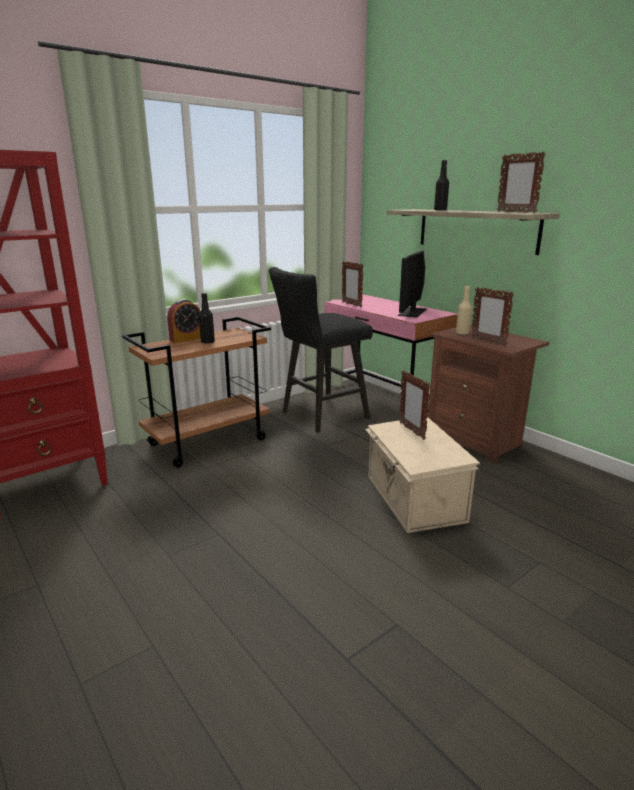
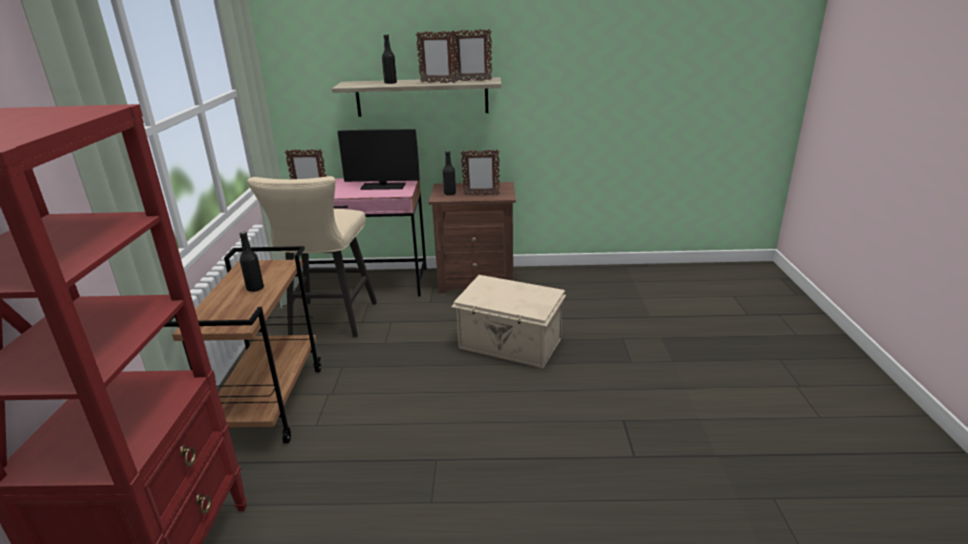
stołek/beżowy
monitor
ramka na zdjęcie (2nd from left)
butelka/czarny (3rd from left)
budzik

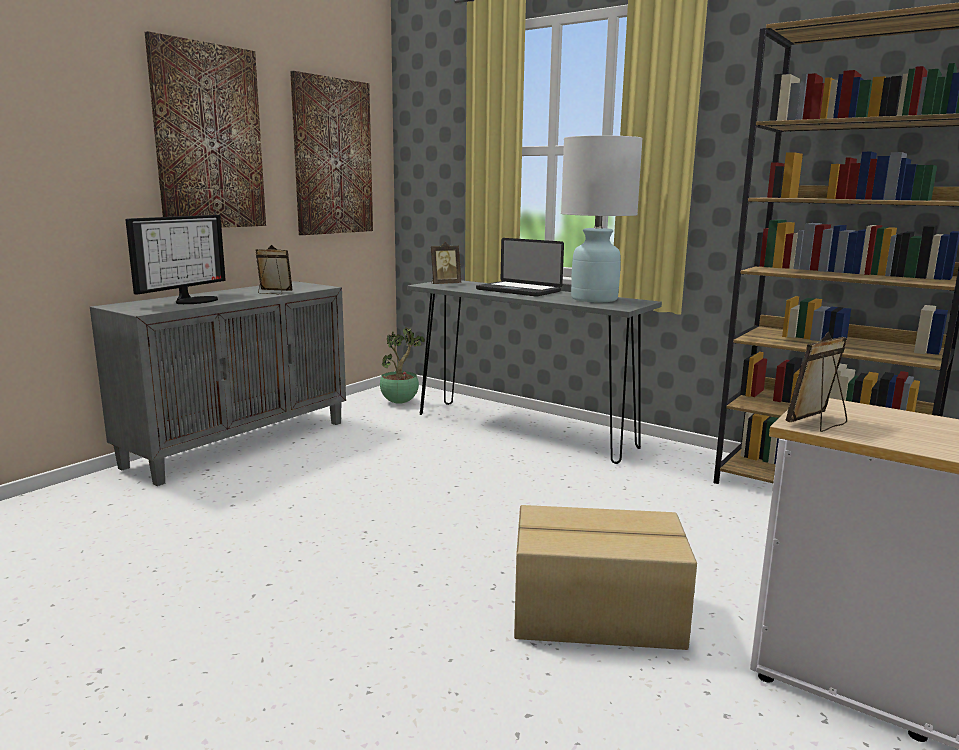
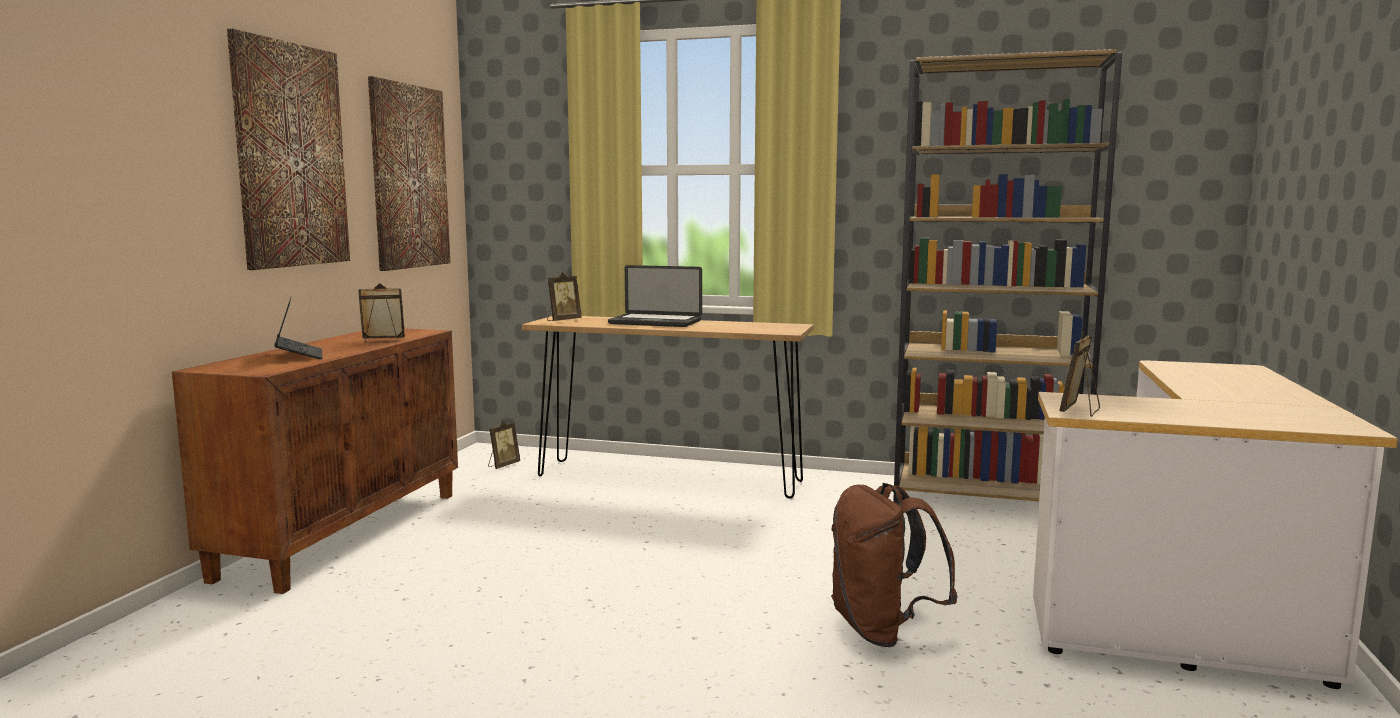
szafka/brązowy
laptop (1st from left)
ramka na zdjęcie (2nd from left)
stolik konsolowy/brązowy
plecak/brązowy
lampa stołowa/biały

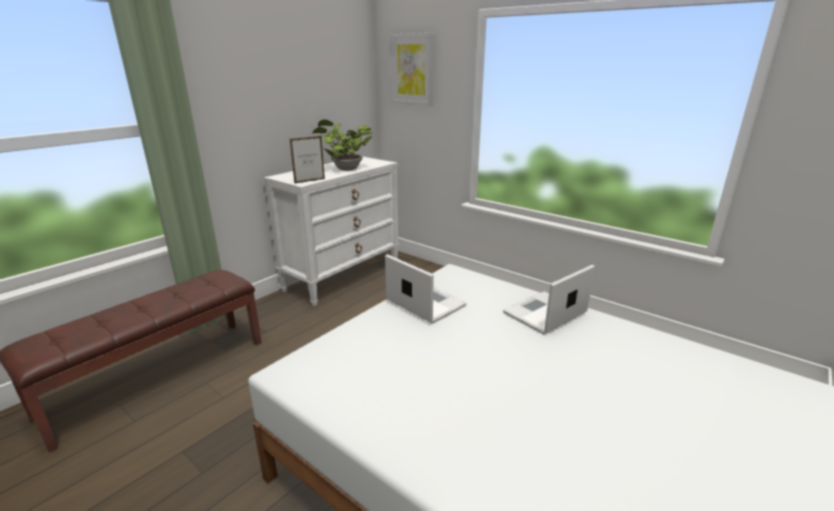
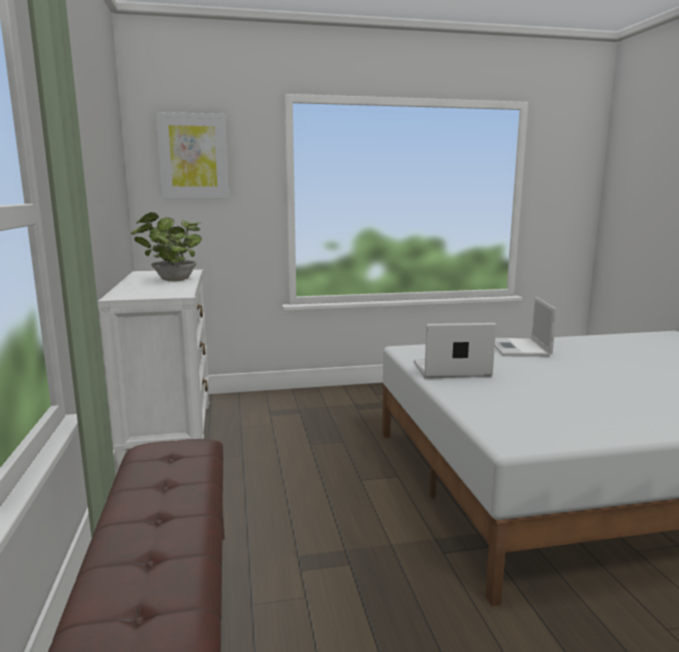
ramka na zdjęcie

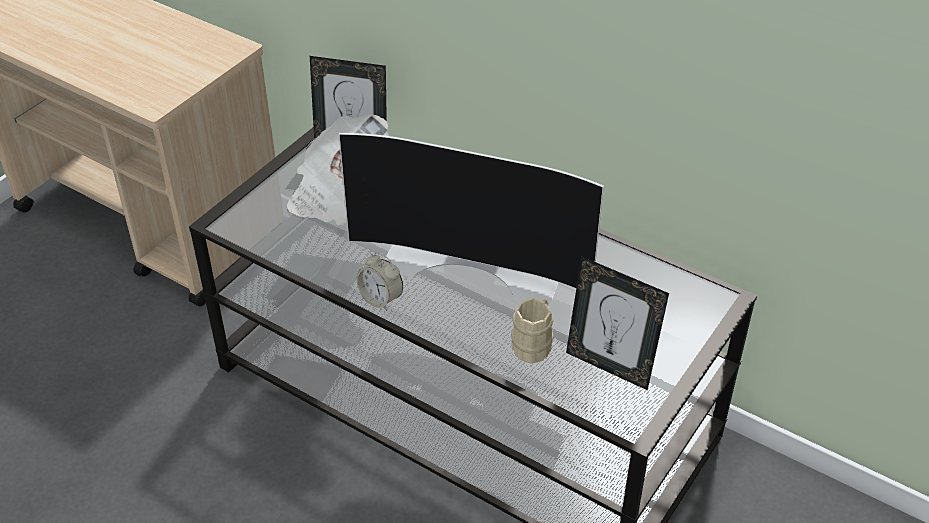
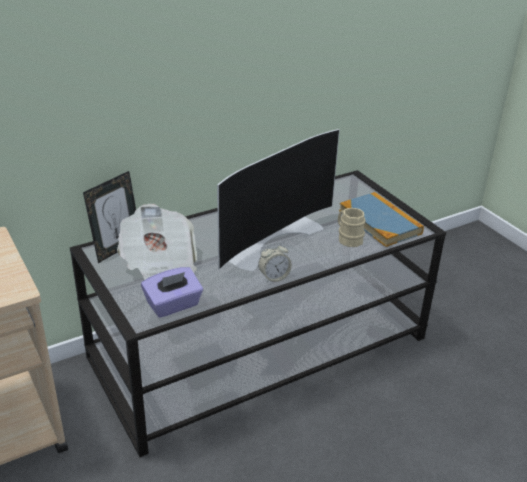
pudełko chusteczek/fioletowy
książka

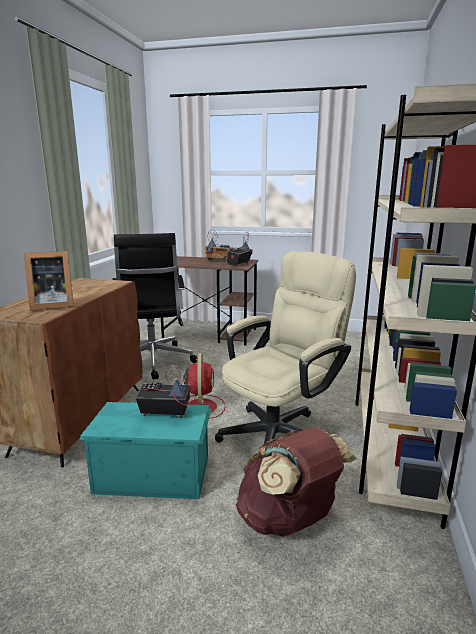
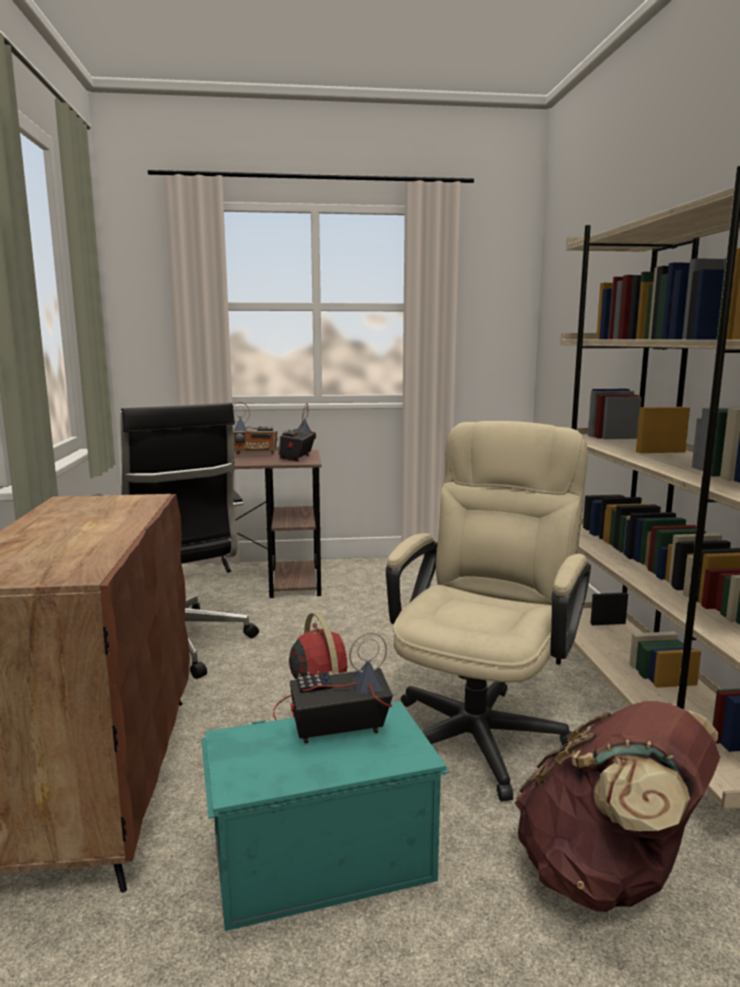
ramka na zdjęcie

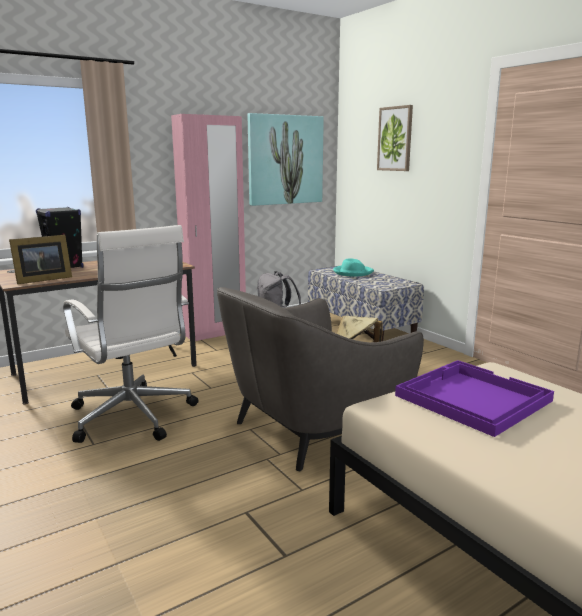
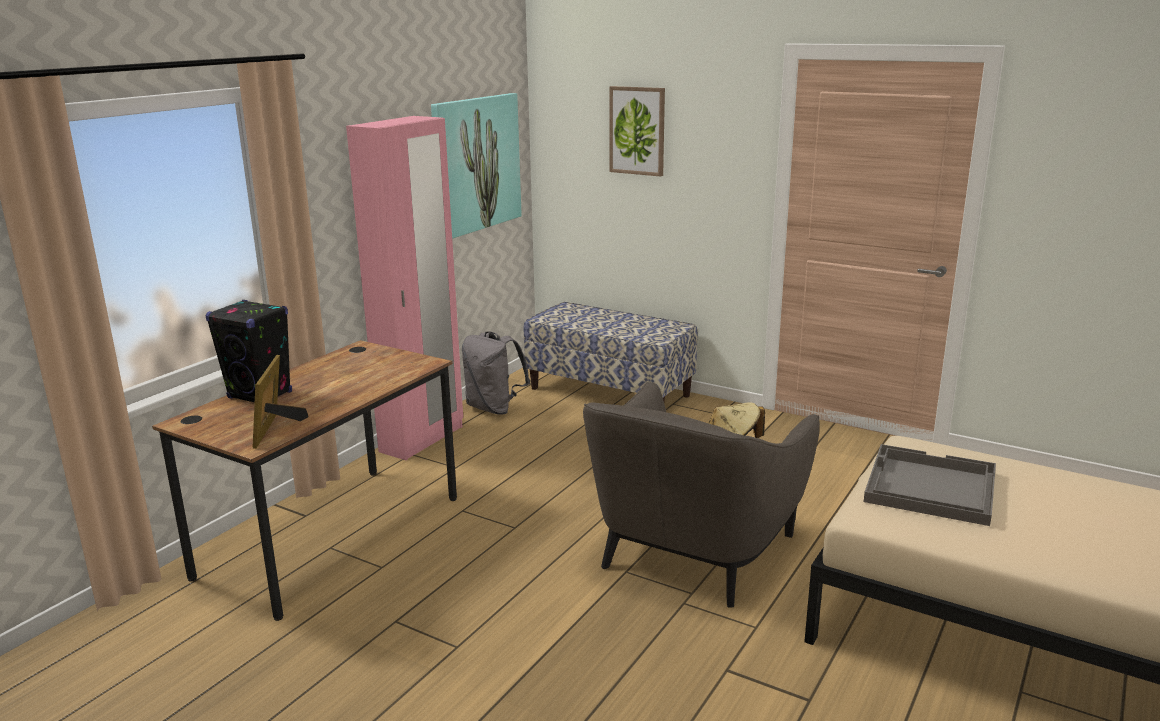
ramka na zdjęcie
taca/szary
krzesło biurowe/biały
kapelusz/turkusowy

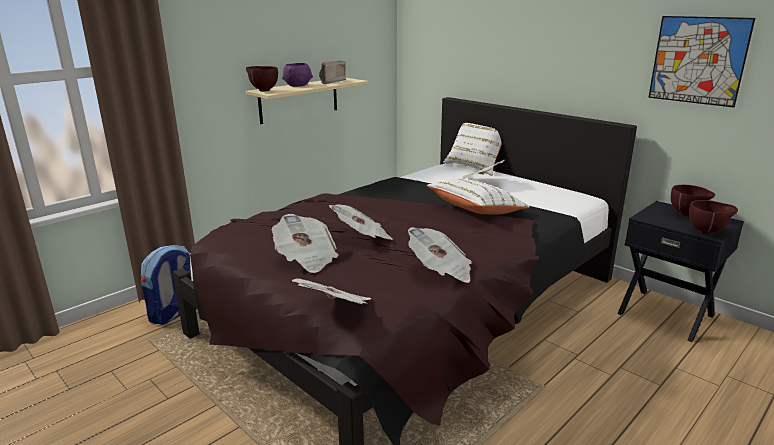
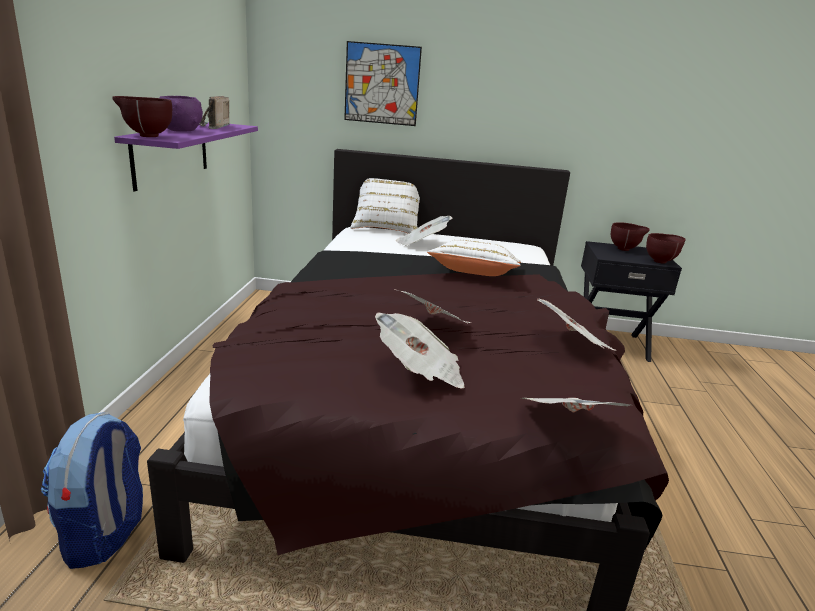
półka/fioletowy
obraz

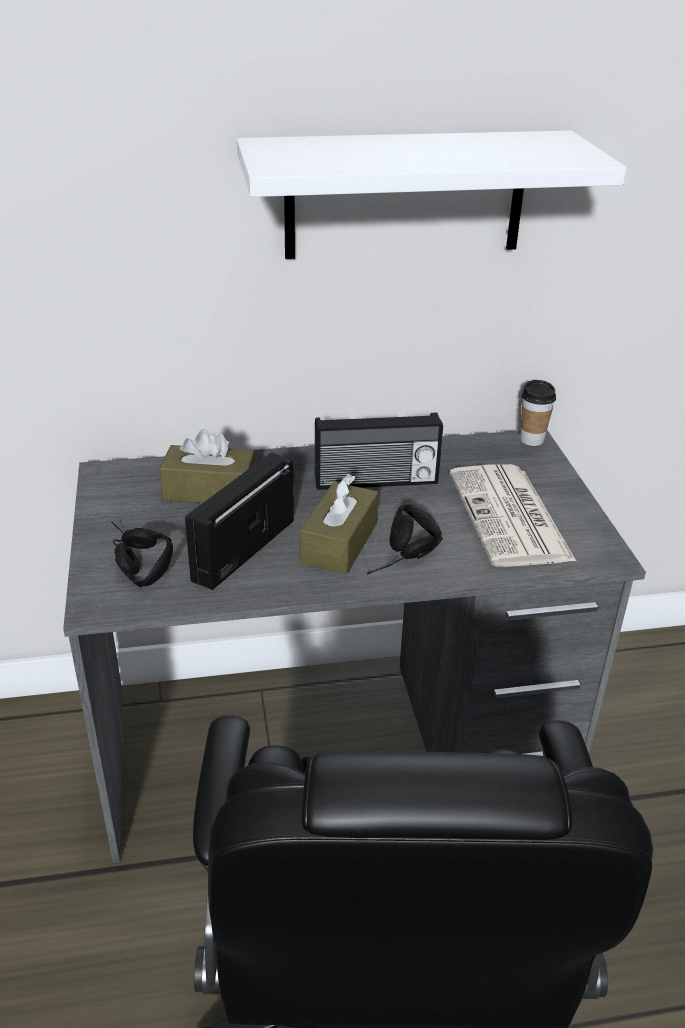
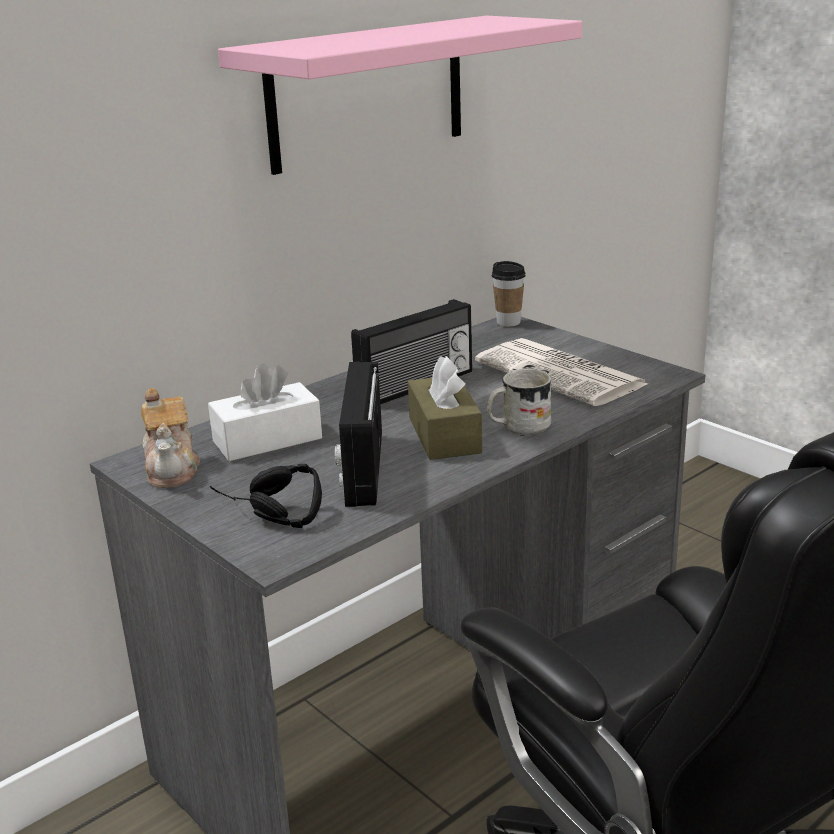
imbryk
pudełko chusteczek/biały
półka/różowy
kubek/biały

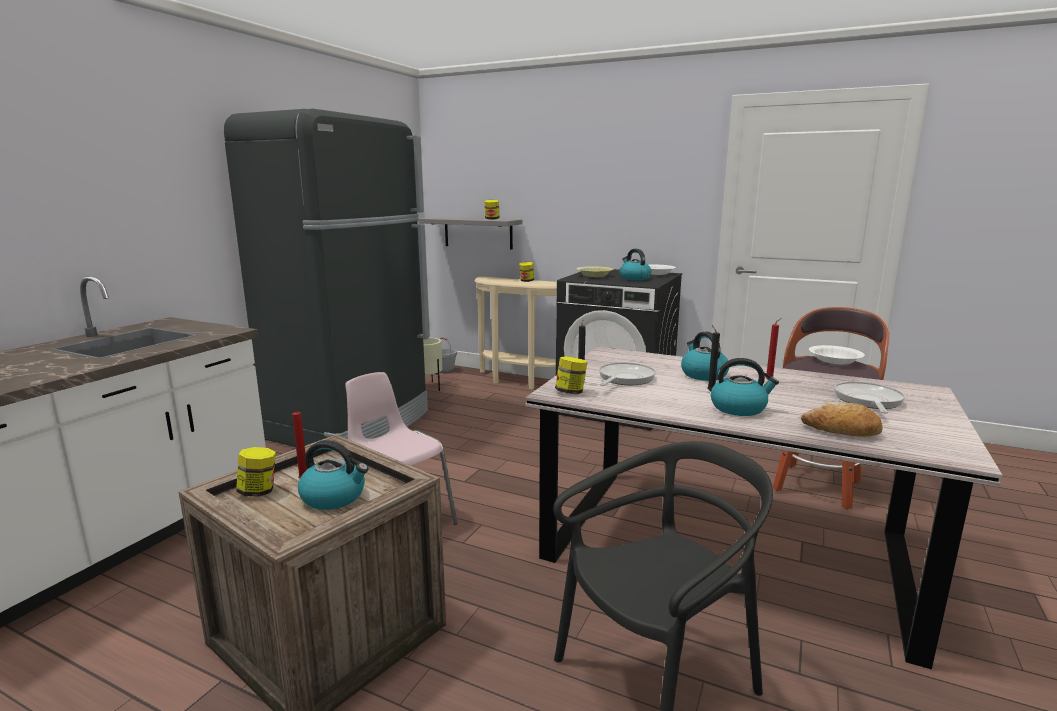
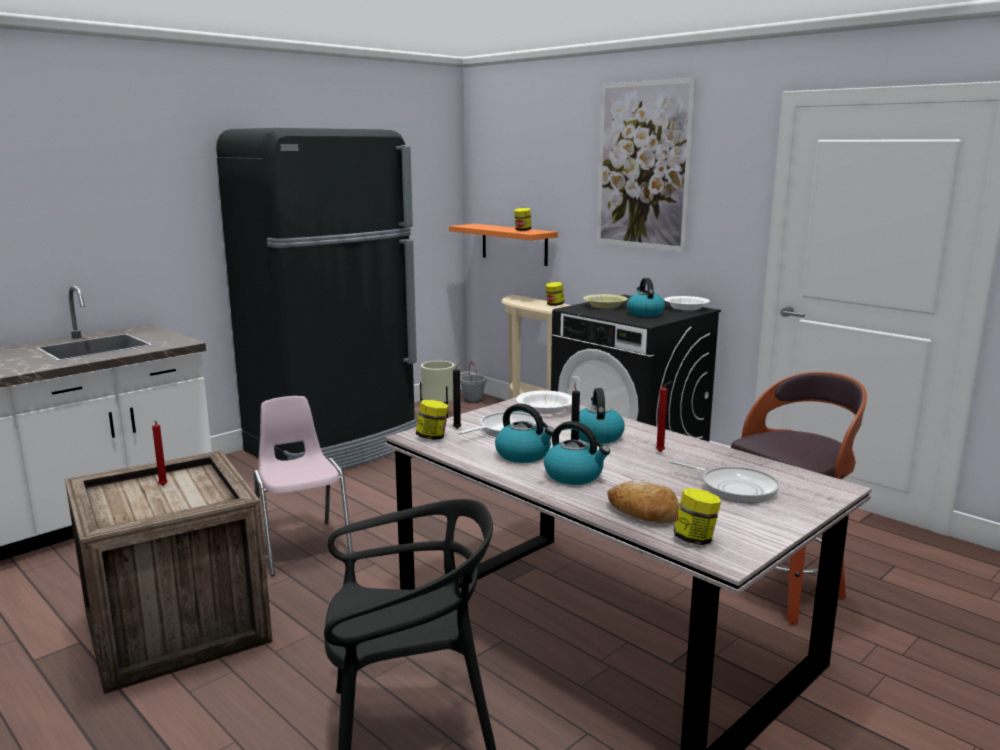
półka/pomarańczowy
czajnik (1st from left)
miska/biały (1st from left)
obraz
patelnia (2nd from left)
słoik (4th from left)

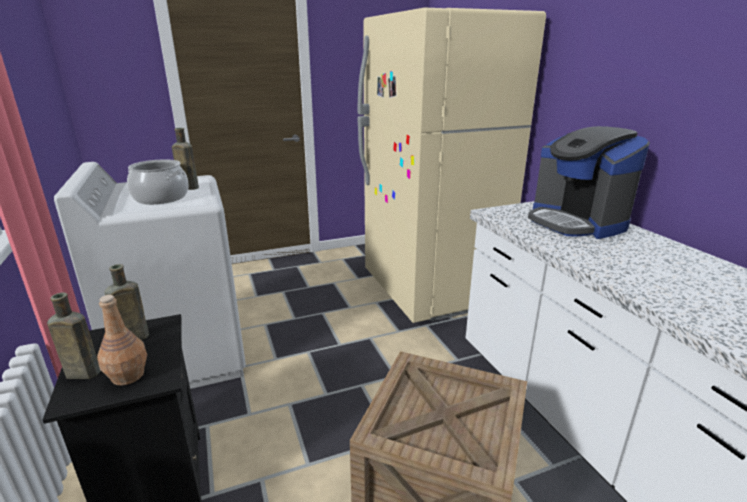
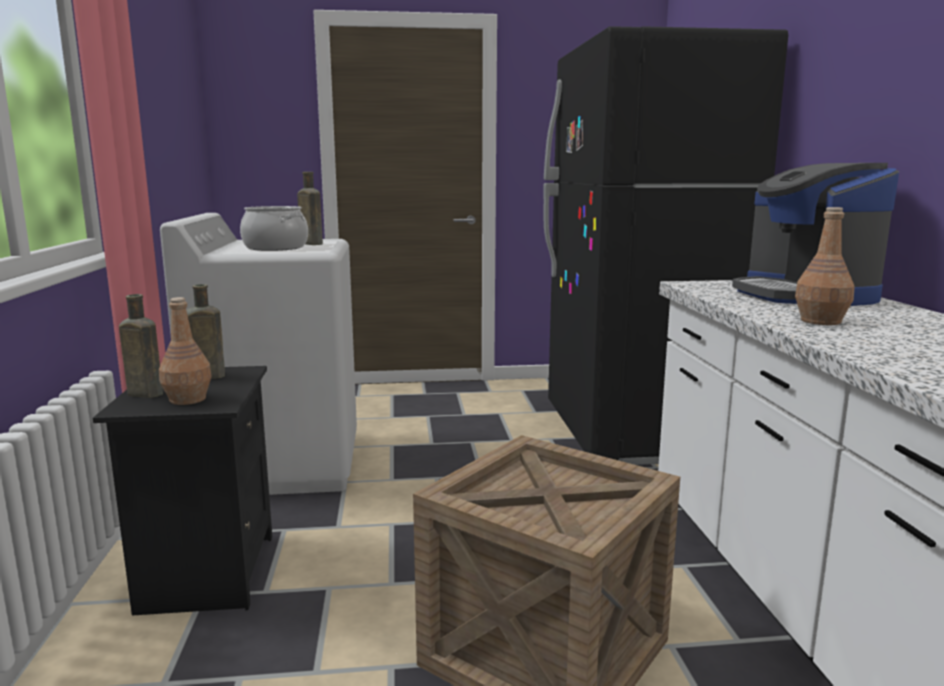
lodówka/czarny
butelka/brązowy (5th from left)

